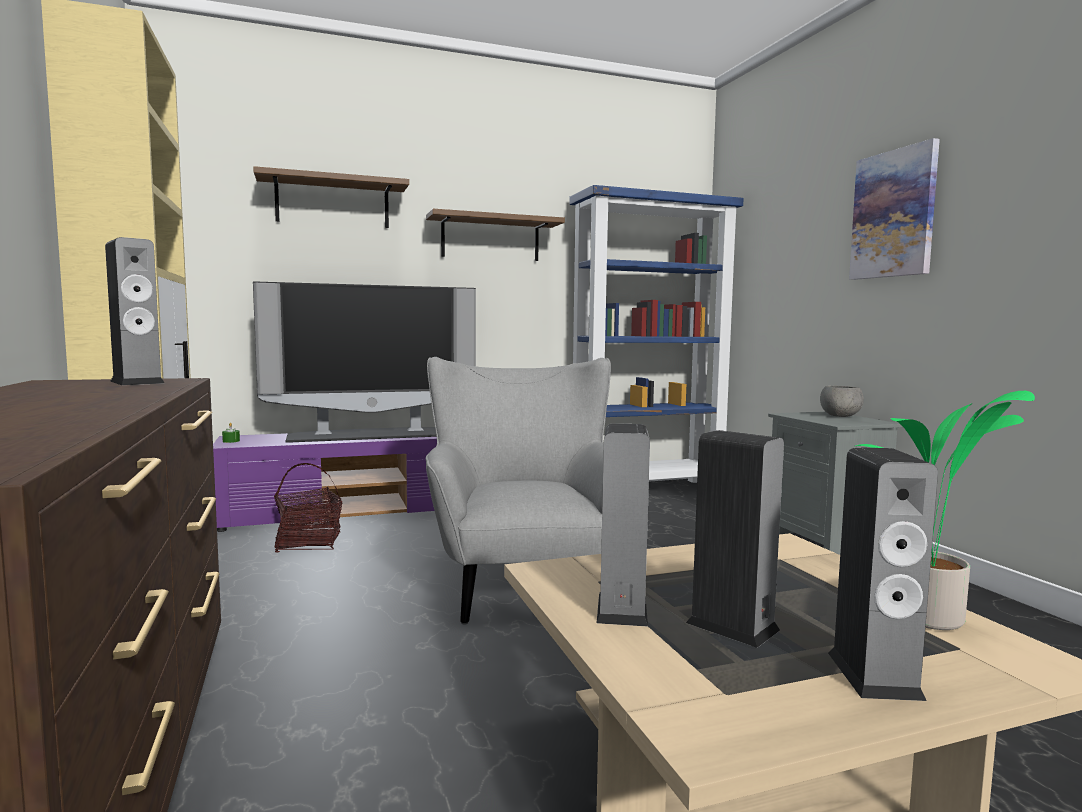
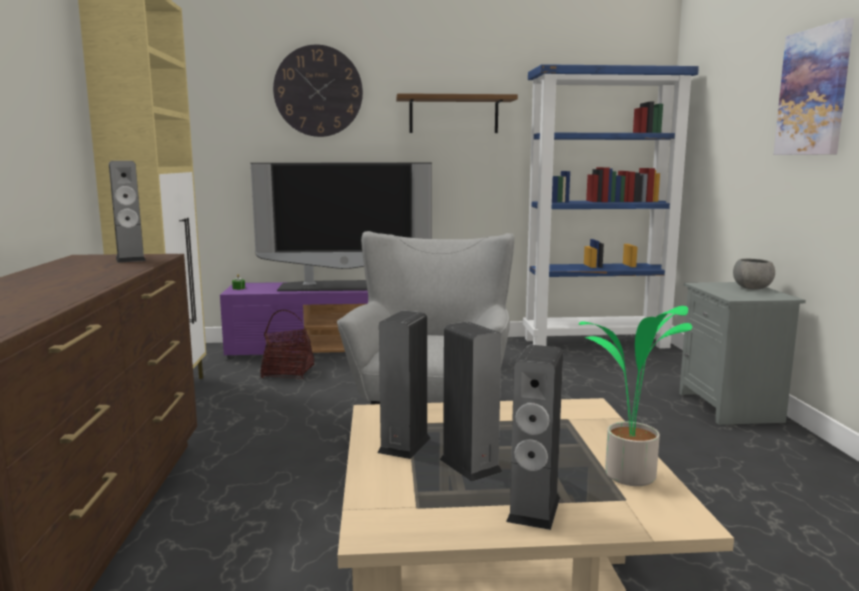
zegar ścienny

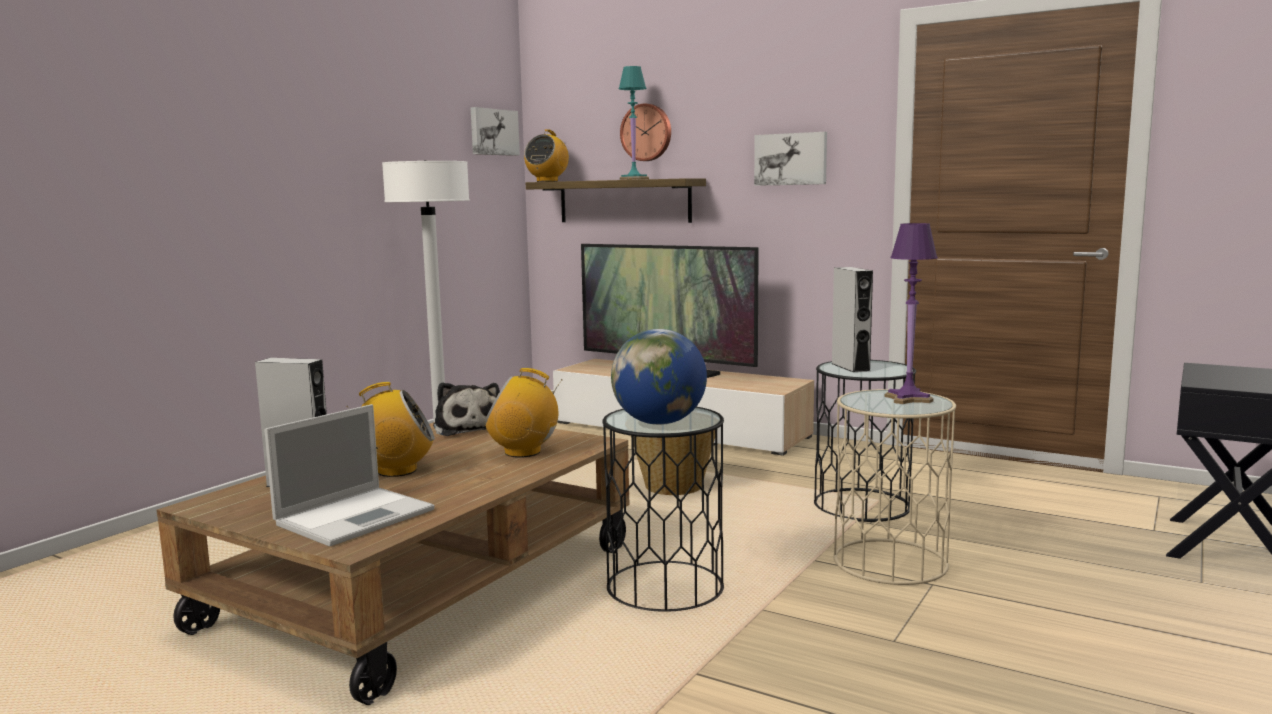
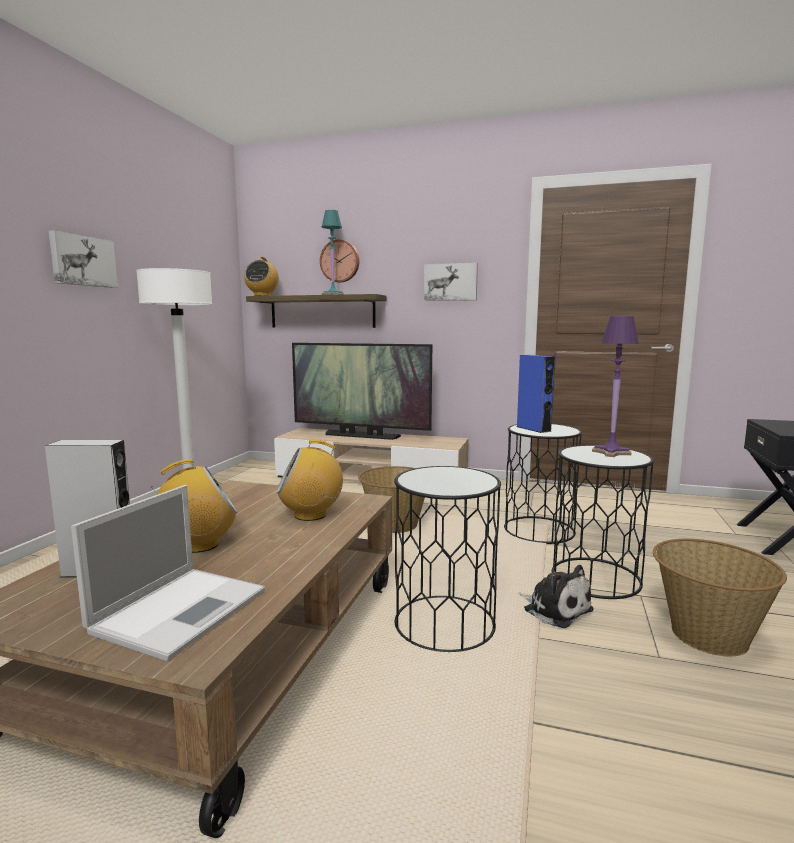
obraz (1st from left)
głośnik/niebieski
pluszak
stolik/czarny (3rd from left)
koszyk (2nd from left)
globus

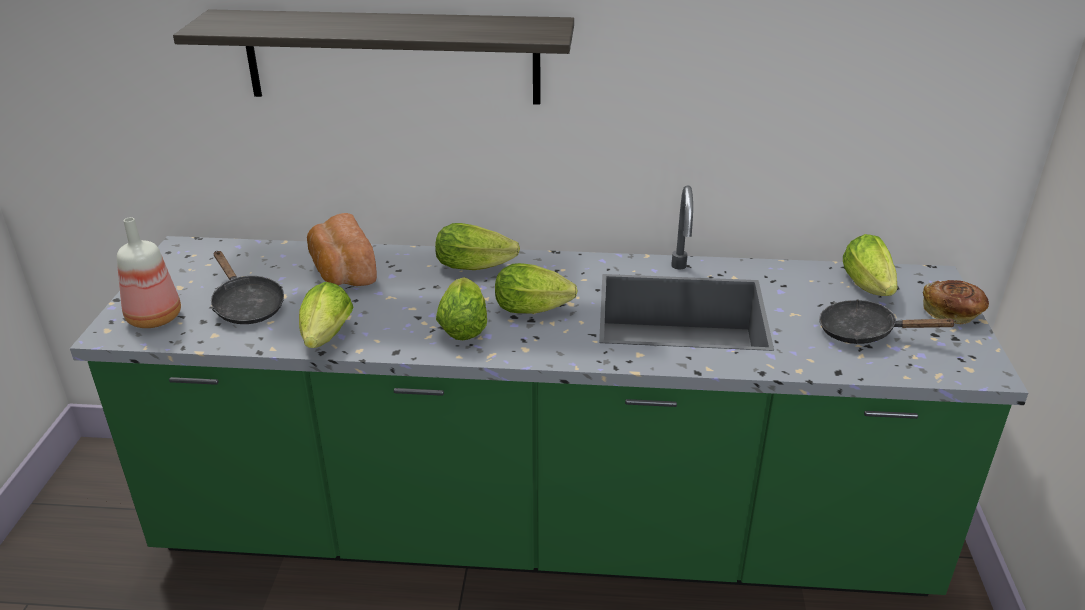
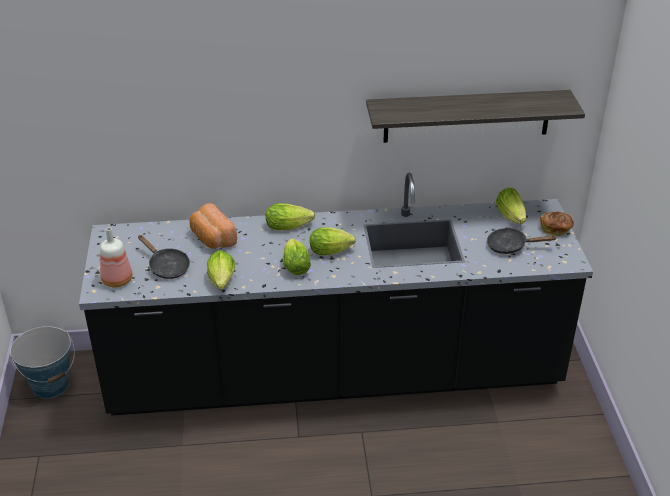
wiadro
zabudowa kuchenna/czarny
półka

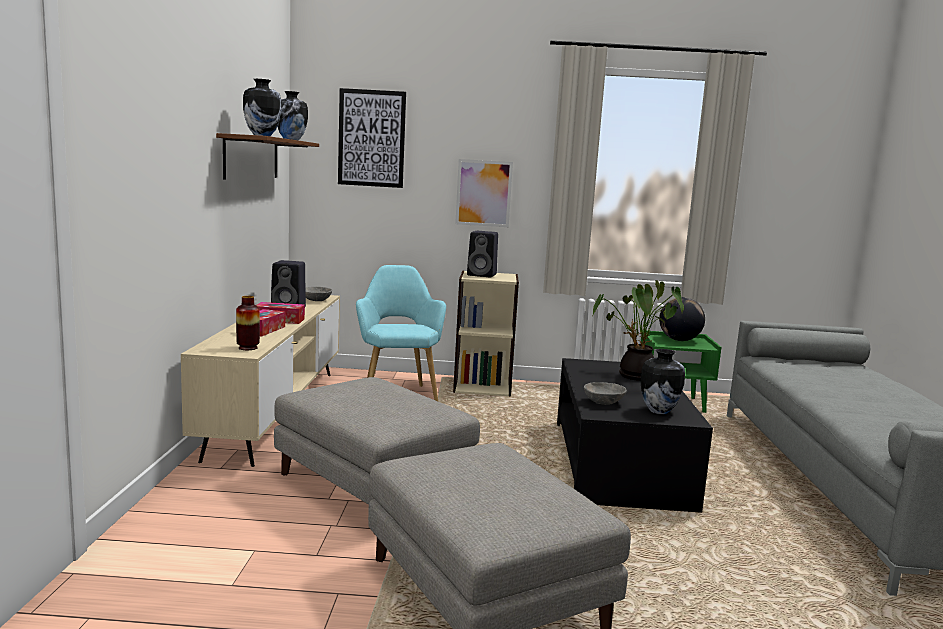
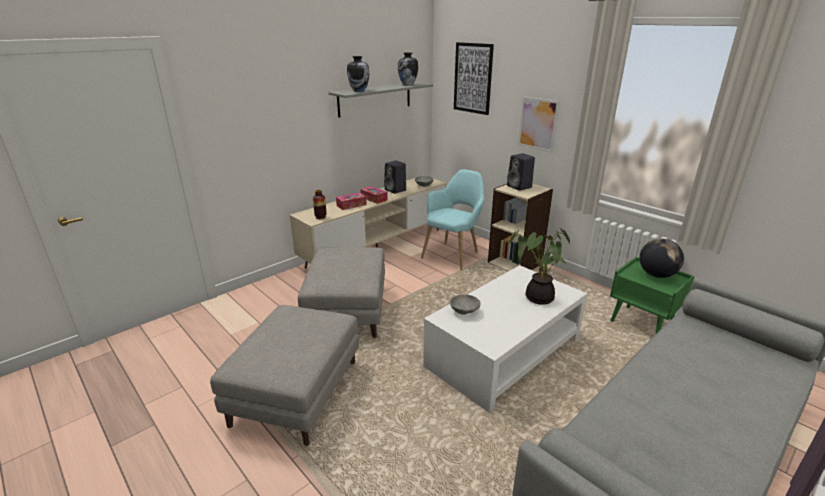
półka/szary
ława/biały
wazon (4th from left in the first image)

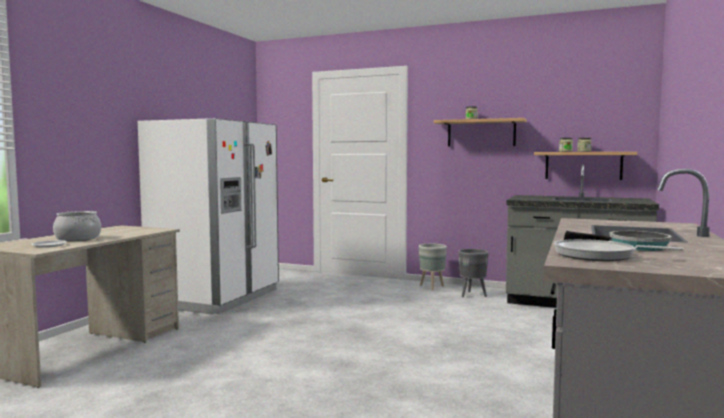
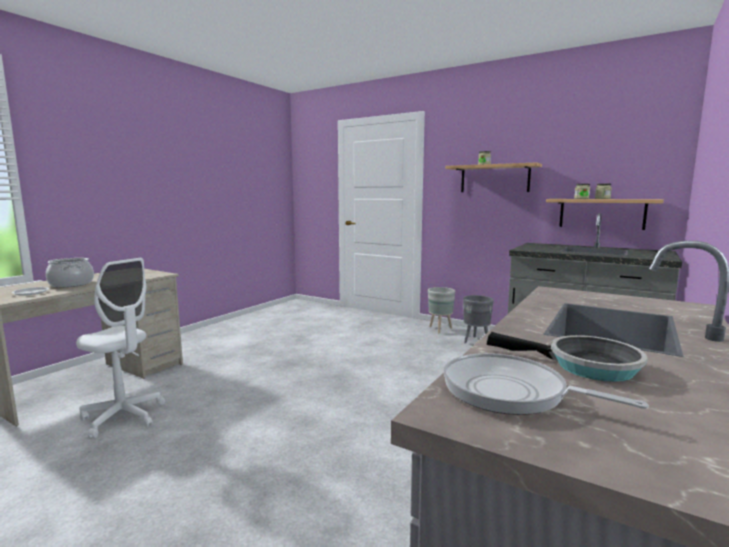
krzesło biurowe/biały
lodówka/biały

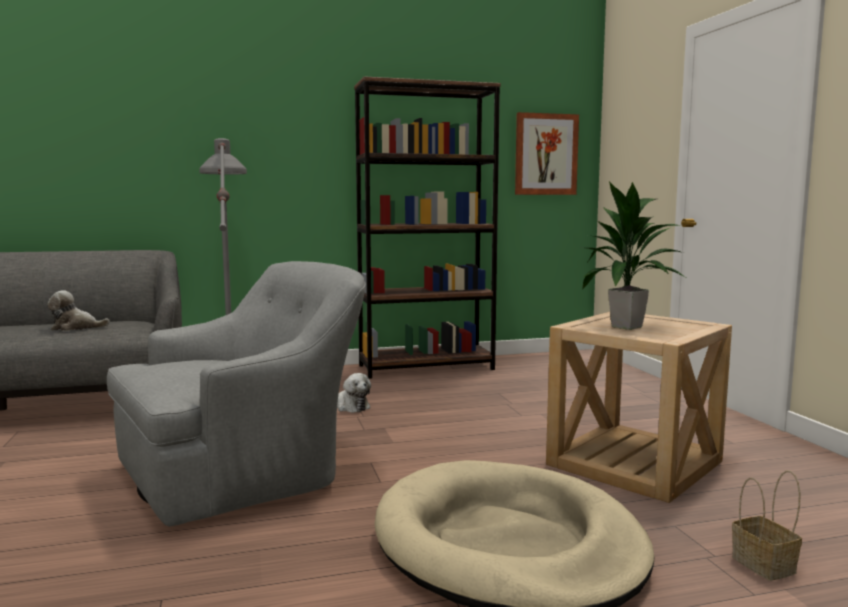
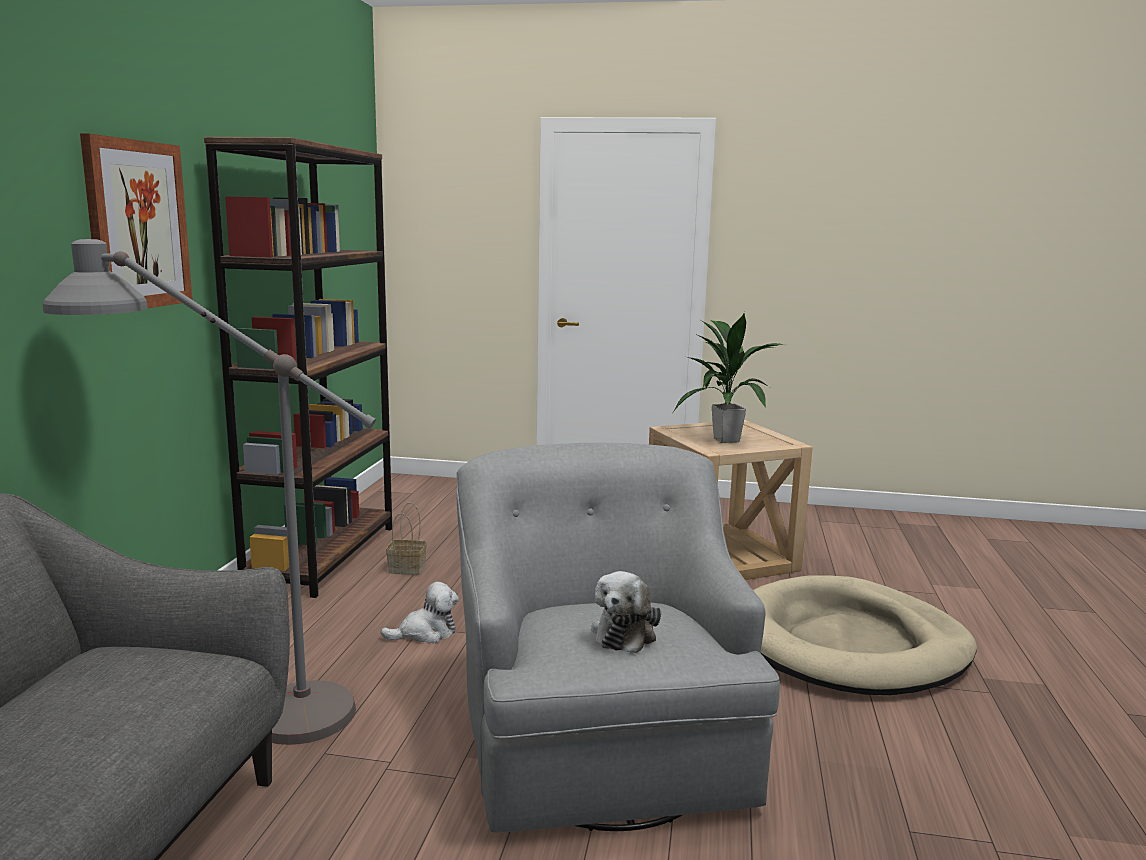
obraz
koszyk
pluszak (2nd from left)

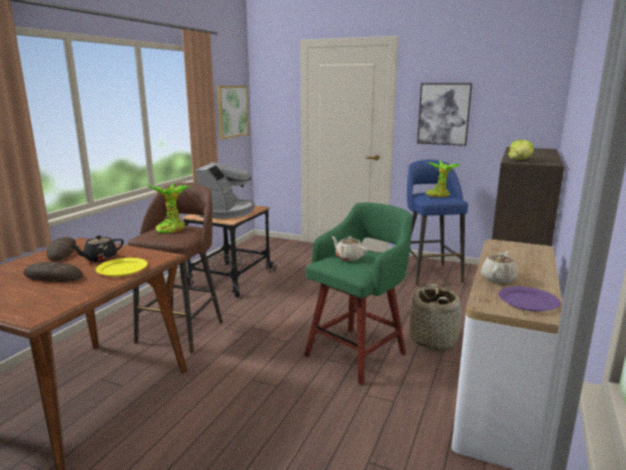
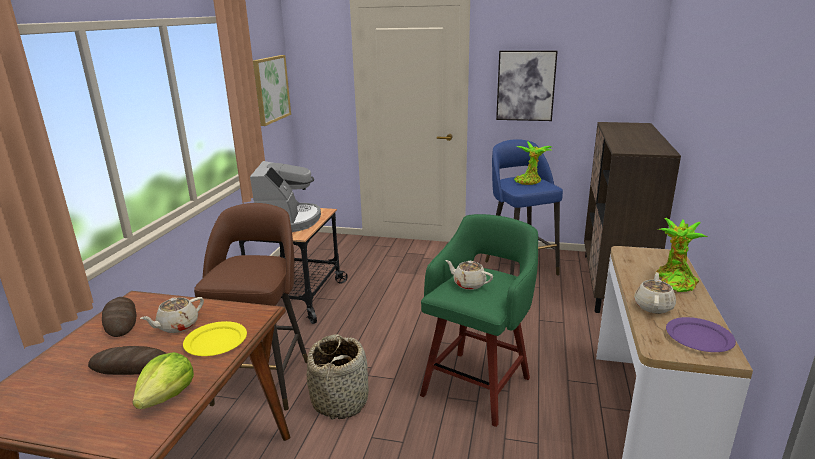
sałata
imbryk/beżowy (1st from left)
koszyk
roślina doniczkowa (2nd from left)

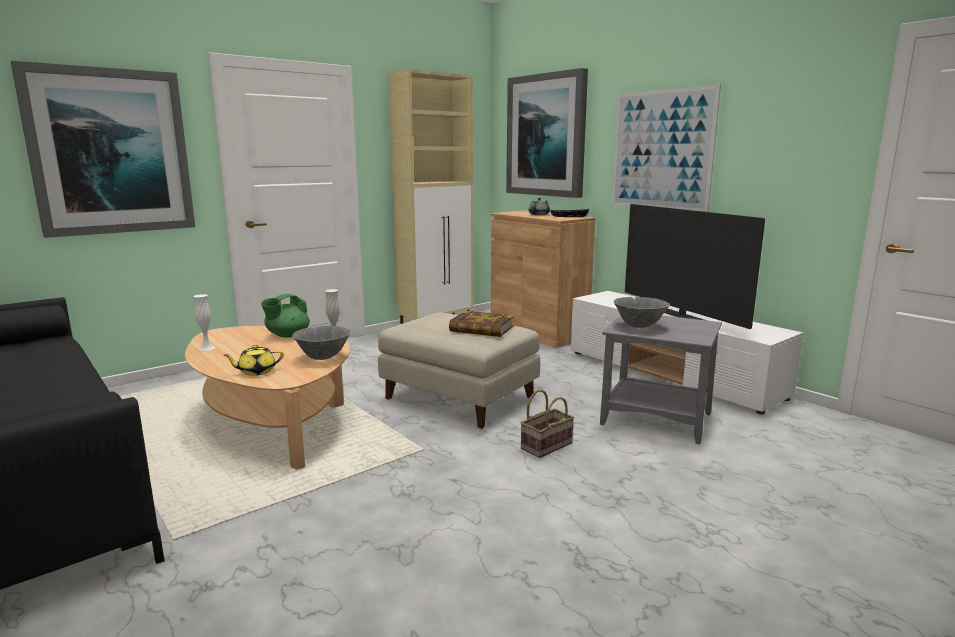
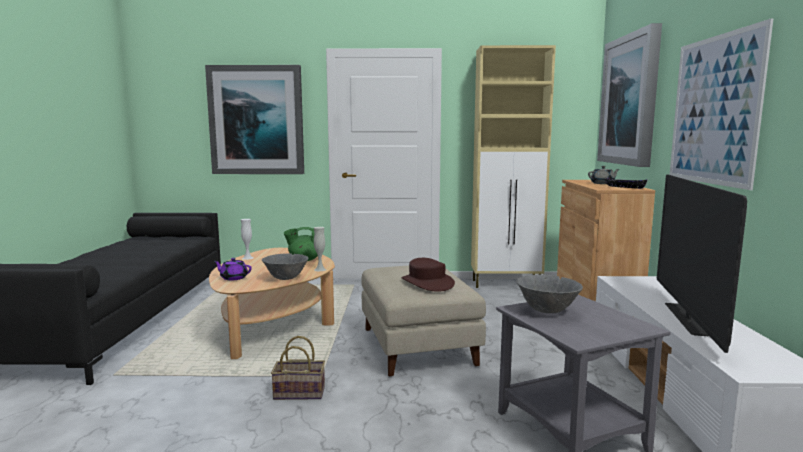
imbryk/fioletowy
koszyk
kapelusz/brązowy

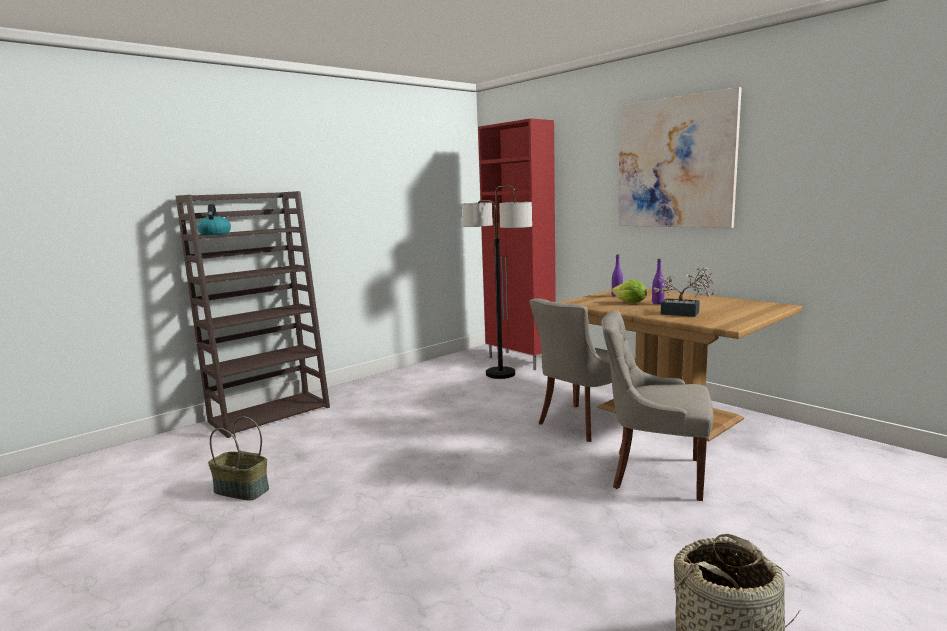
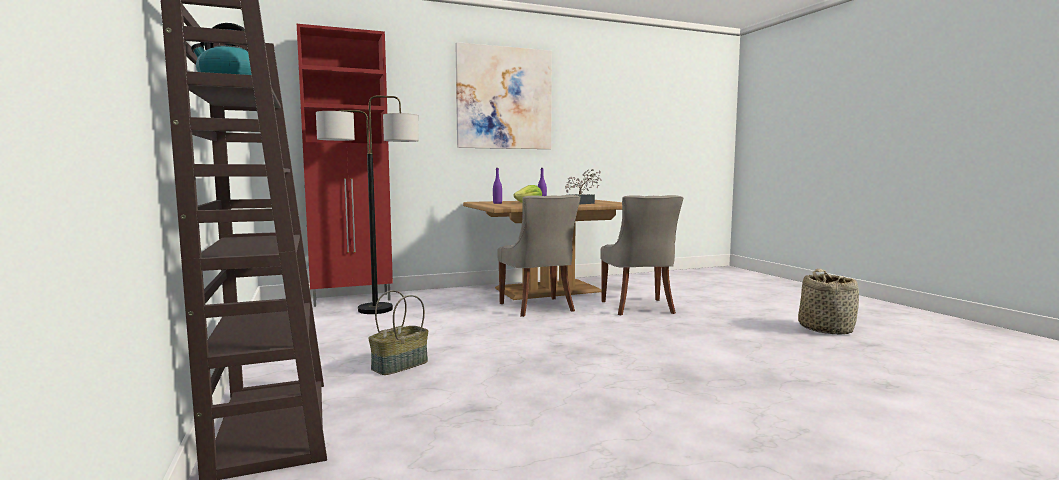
koszyk (1st from left)
krzesło/szary (2nd from left)

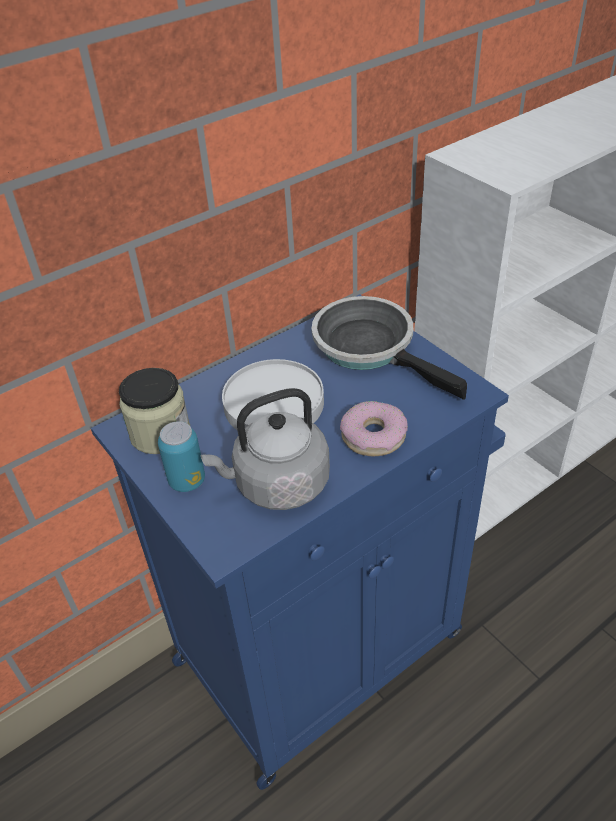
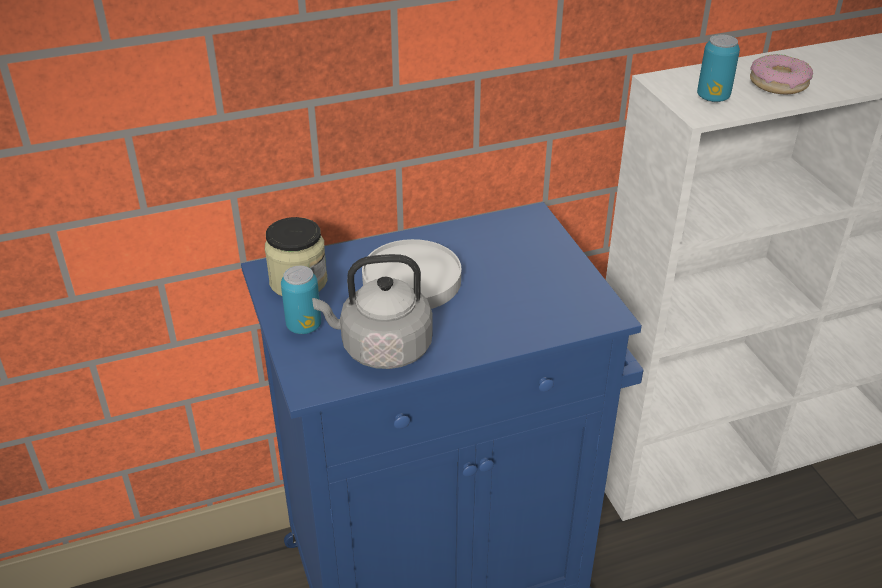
puszka (2nd from left)
donut
patelnia

